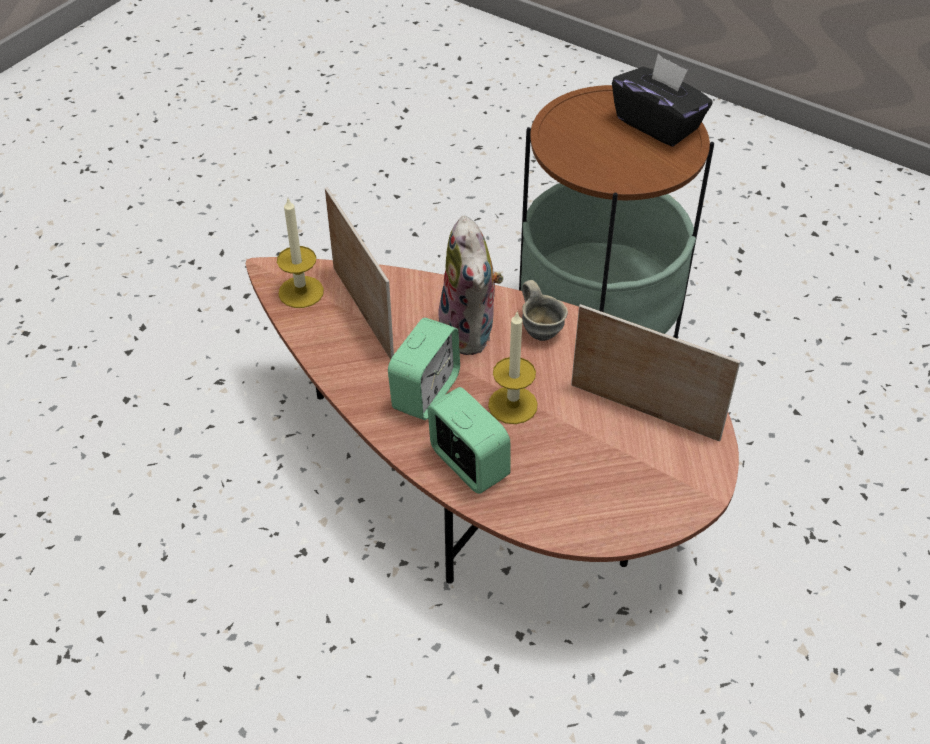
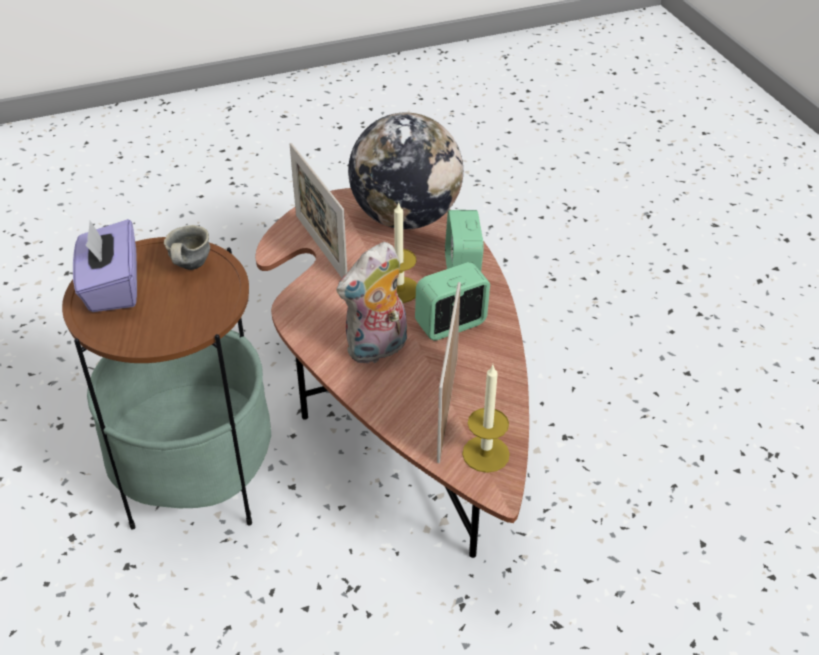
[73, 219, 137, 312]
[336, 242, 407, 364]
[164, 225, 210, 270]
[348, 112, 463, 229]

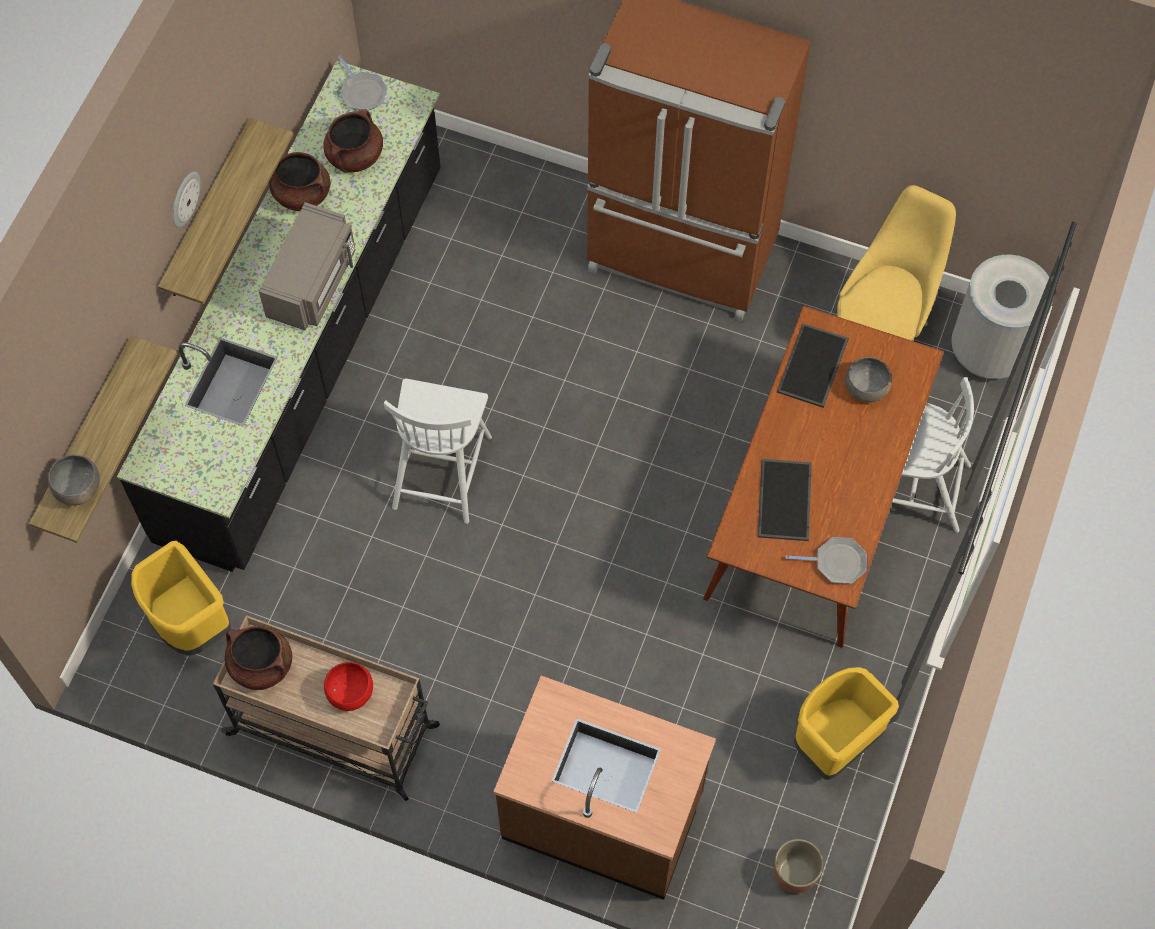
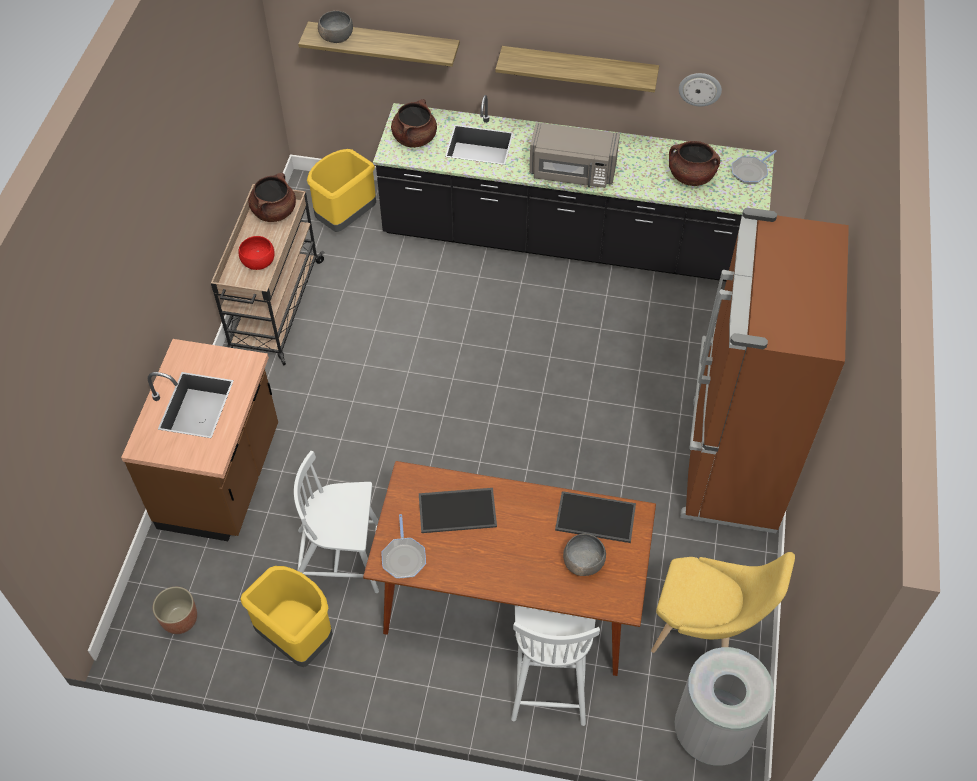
[391, 99, 437, 148]
[679, 73, 722, 106]
[294, 451, 379, 593]

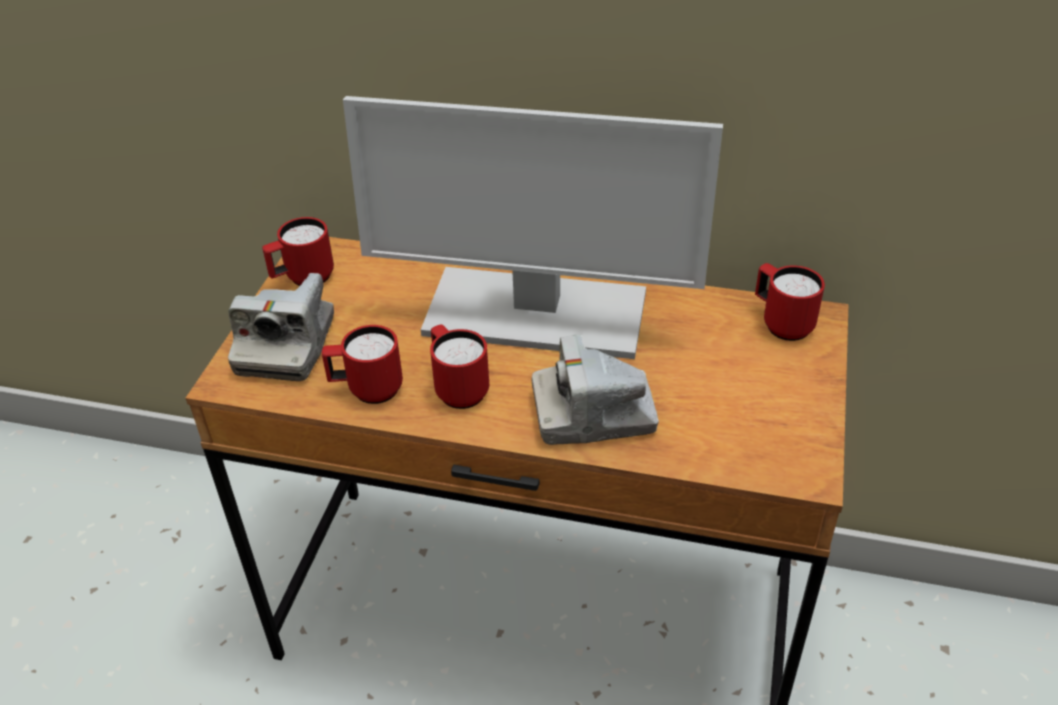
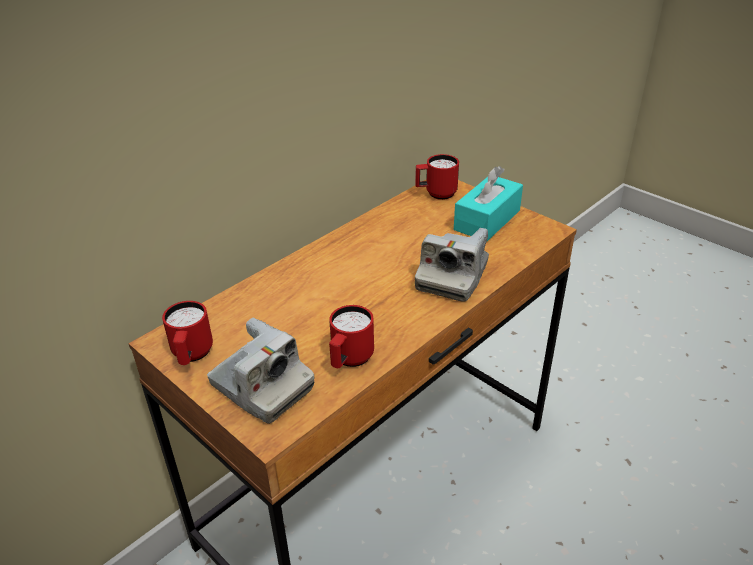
[343, 96, 723, 359] (first image)
[430, 324, 489, 409] (first image)
[454, 166, 523, 241]

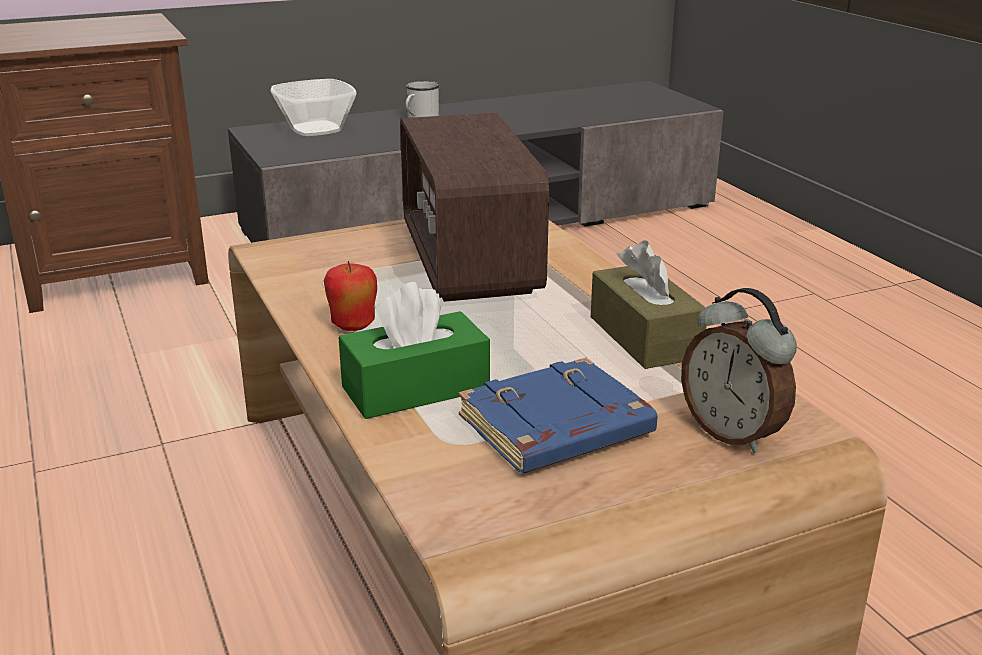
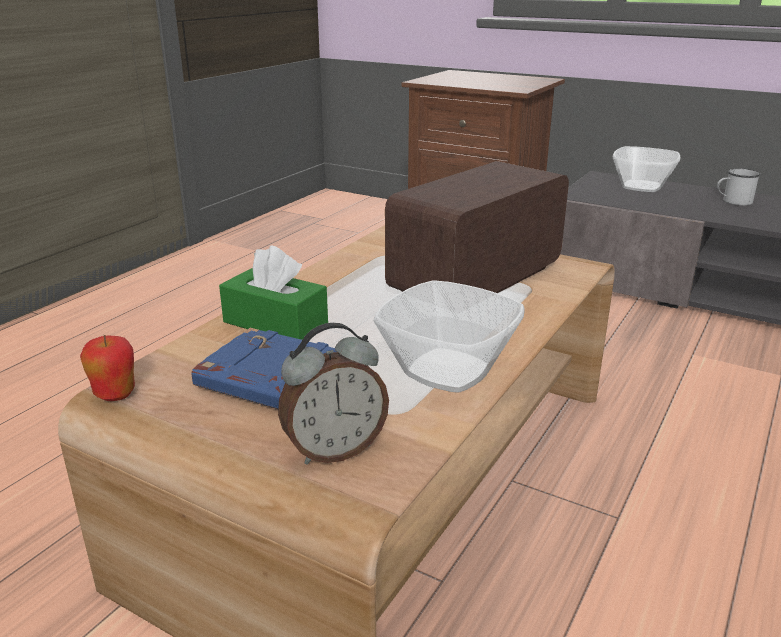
[374, 280, 525, 393]
[80, 335, 135, 401]
[278, 323, 389, 465]

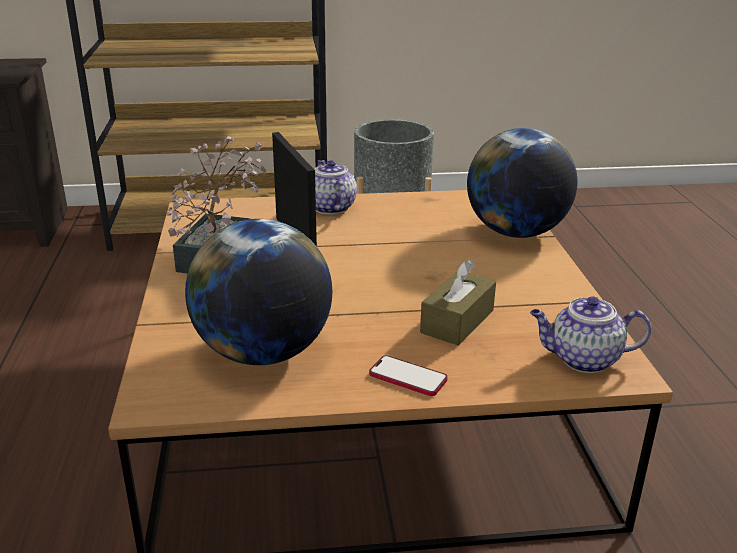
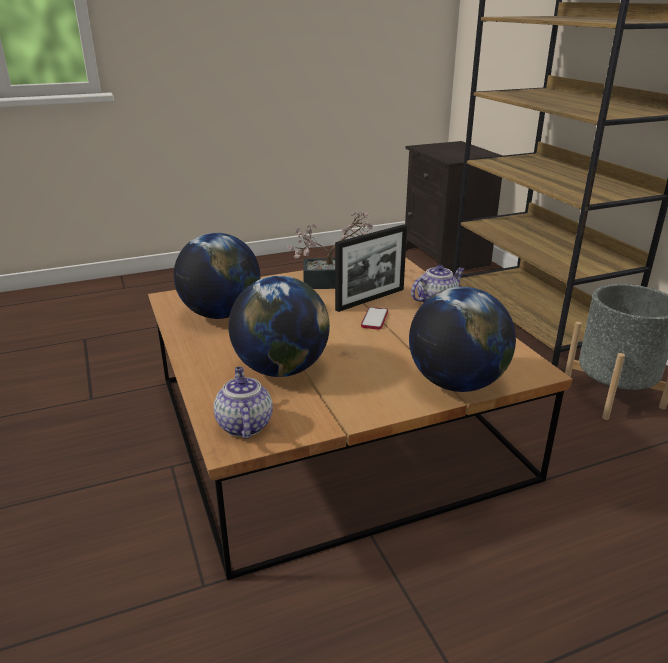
[228, 276, 330, 377]
[361, 307, 388, 330]

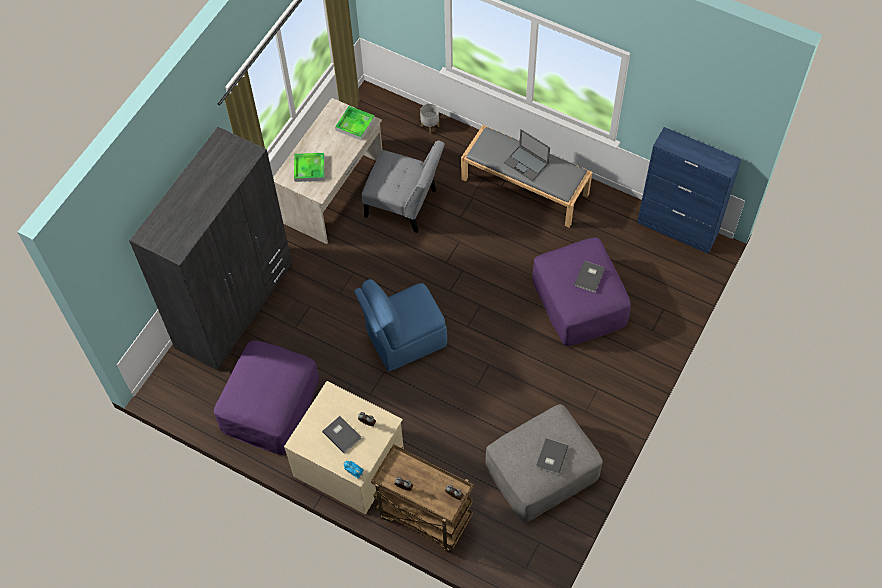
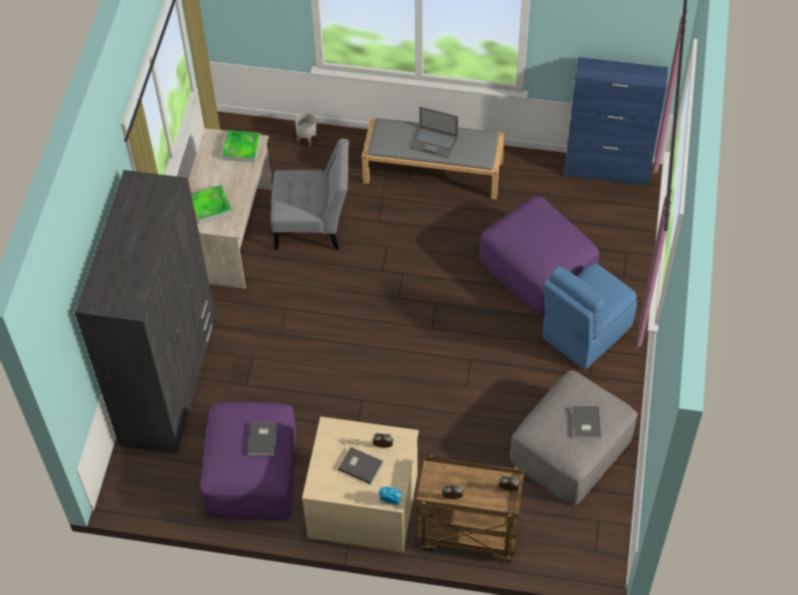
[247, 422, 277, 456]
[543, 263, 637, 370]

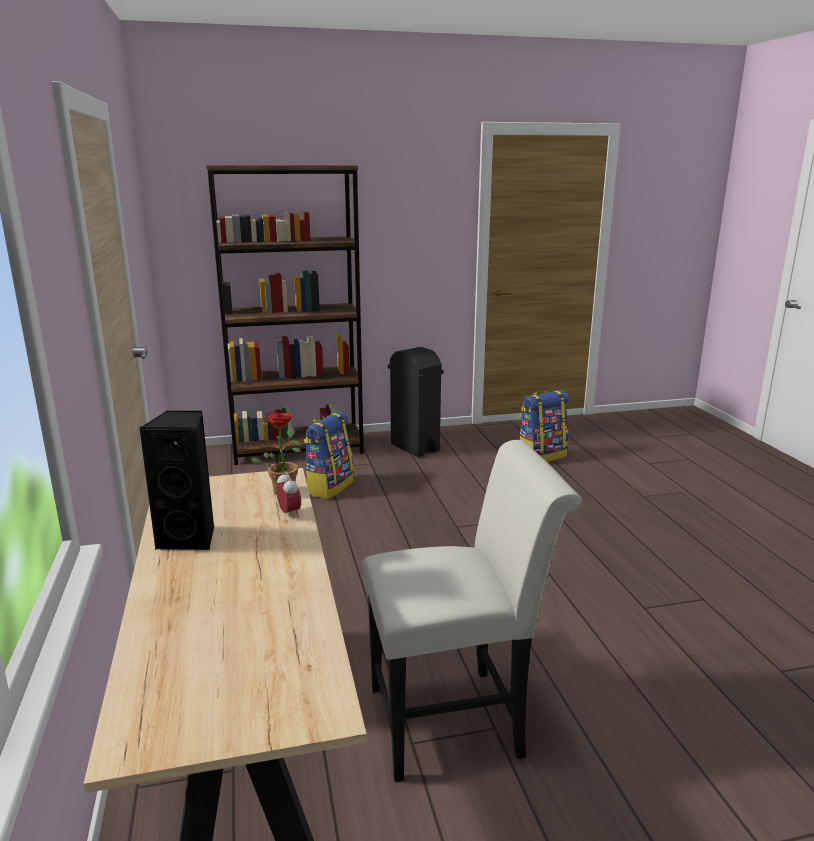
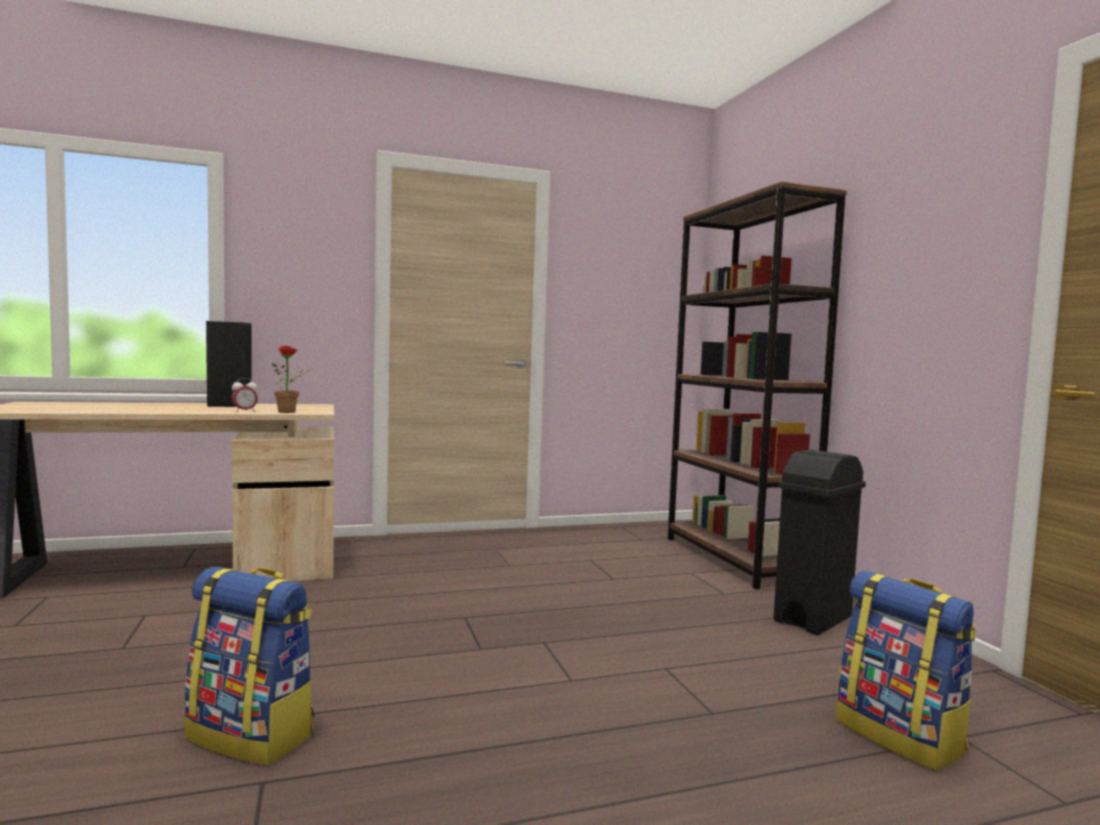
[185, 567, 314, 766]
[362, 440, 582, 782] (first image)

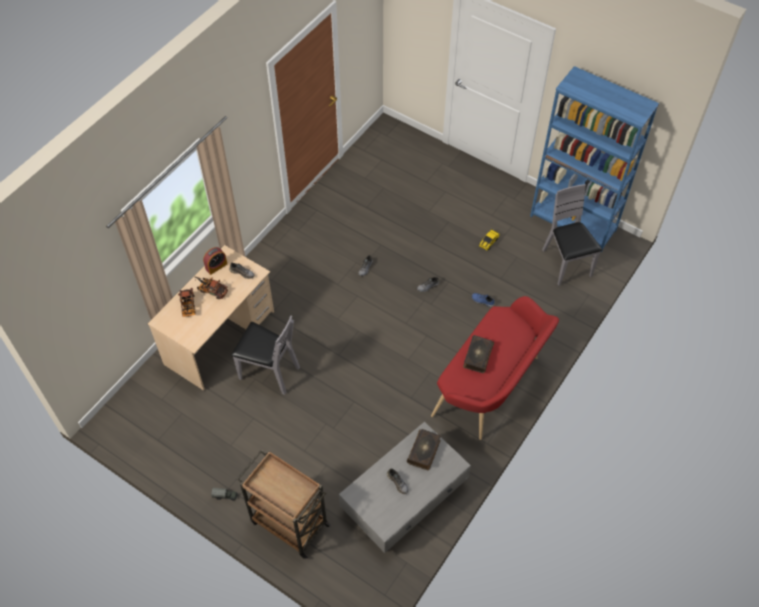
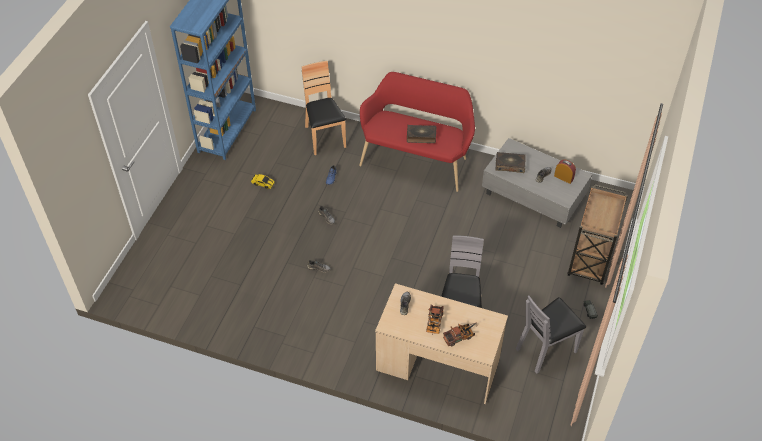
[516, 296, 586, 374]
[554, 159, 576, 184]
[302, 61, 346, 155]

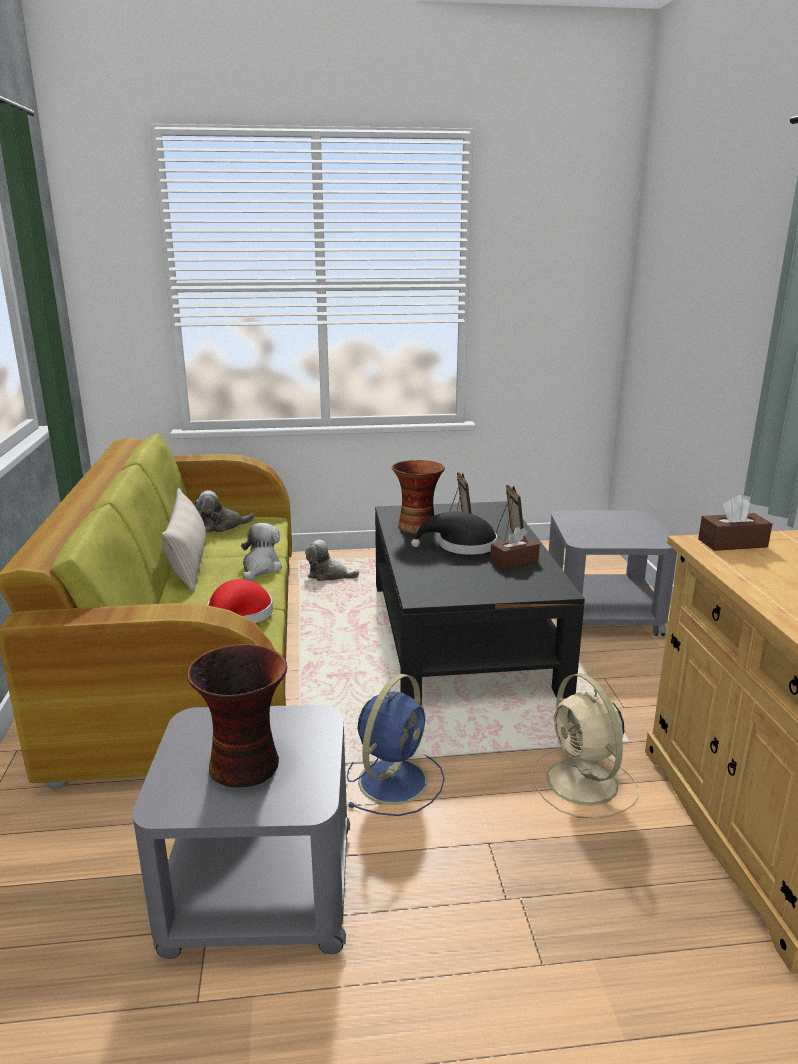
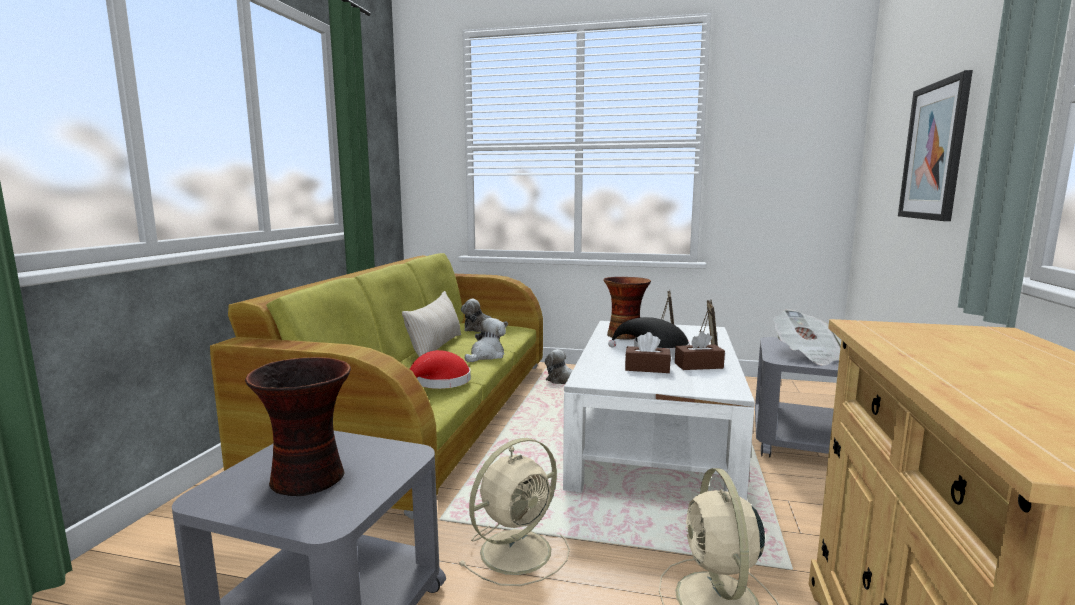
[625, 332, 671, 373]
[563, 321, 755, 501]
[459, 438, 570, 586]
[898, 70, 973, 221]
[773, 309, 841, 366]

